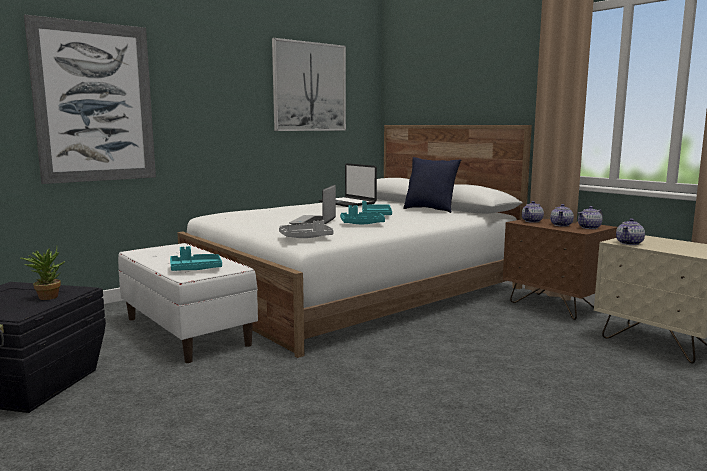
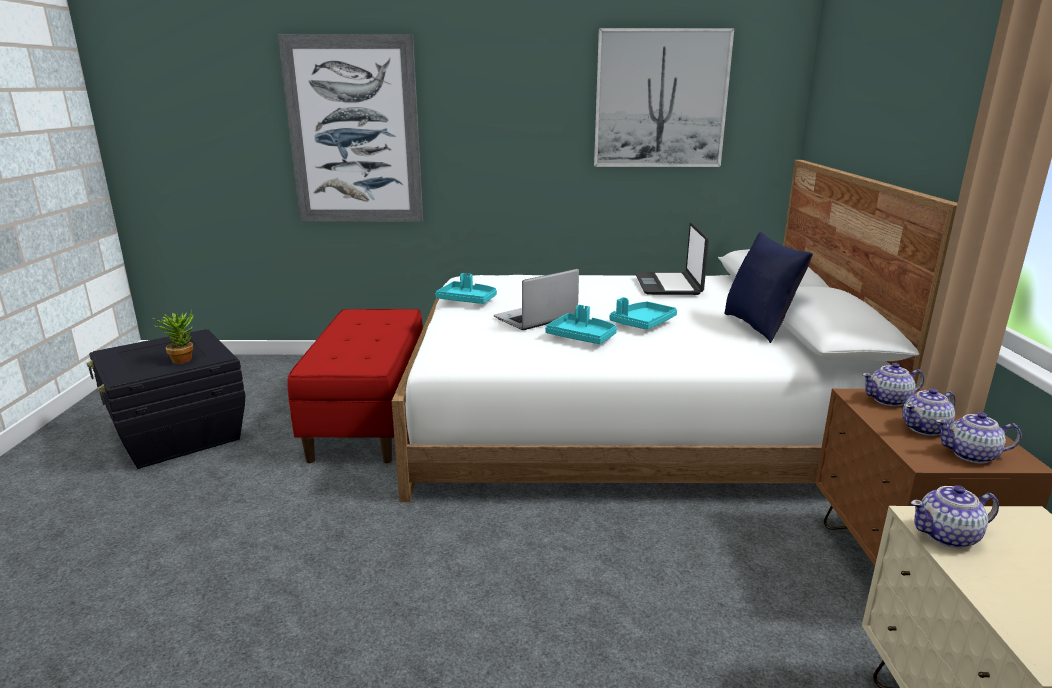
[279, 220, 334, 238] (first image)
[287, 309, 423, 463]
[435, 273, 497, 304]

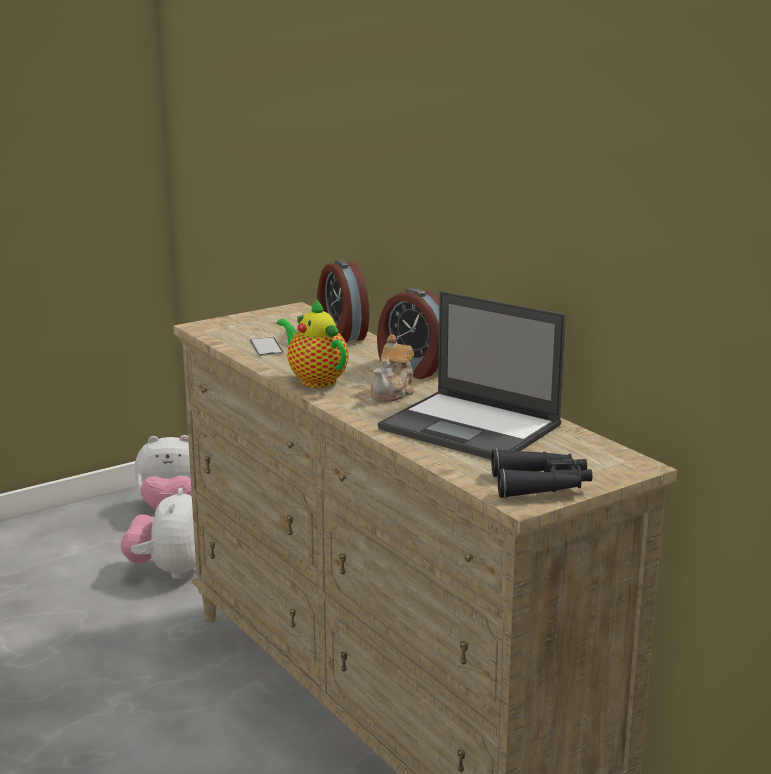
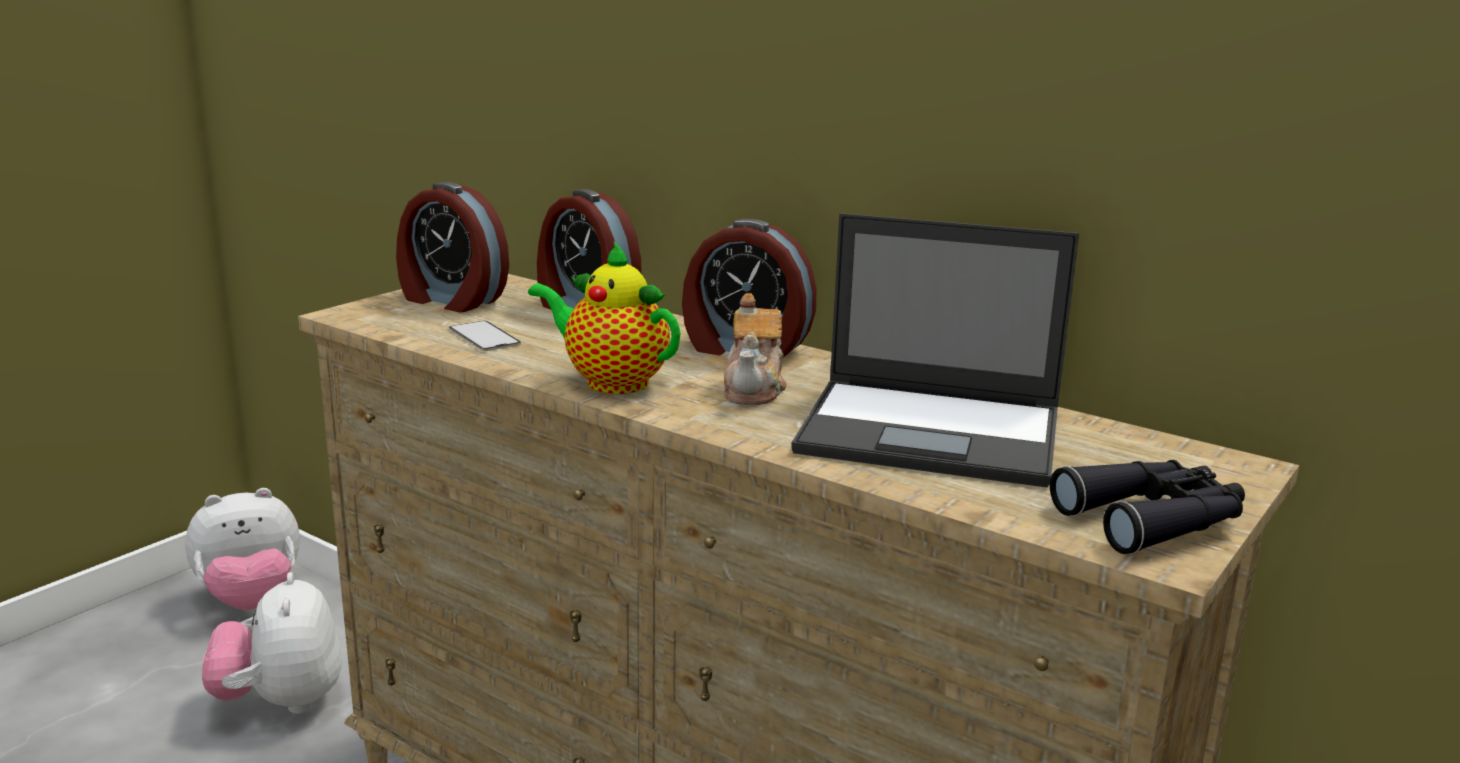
[396, 182, 509, 313]

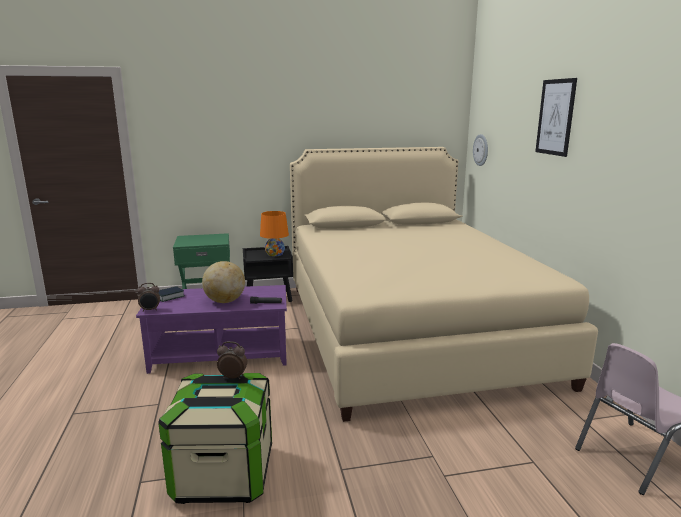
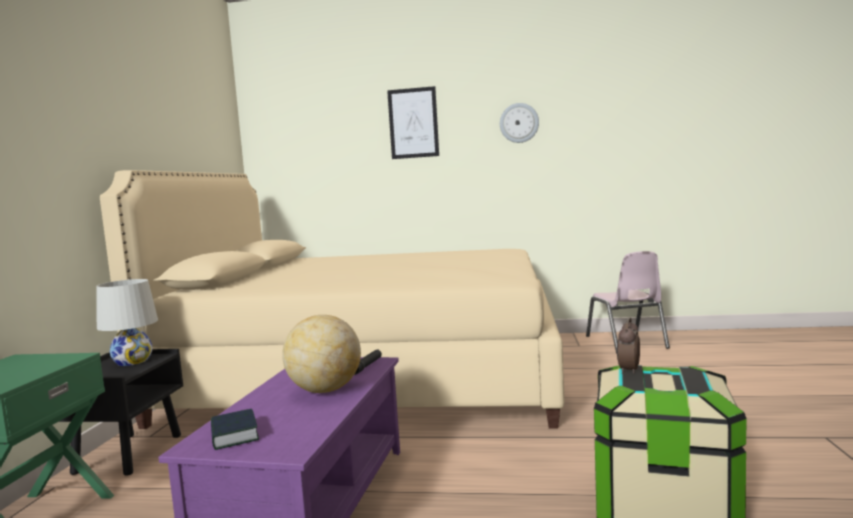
[500, 103, 539, 143]
[96, 279, 158, 366]
[137, 283, 160, 312] (first image)

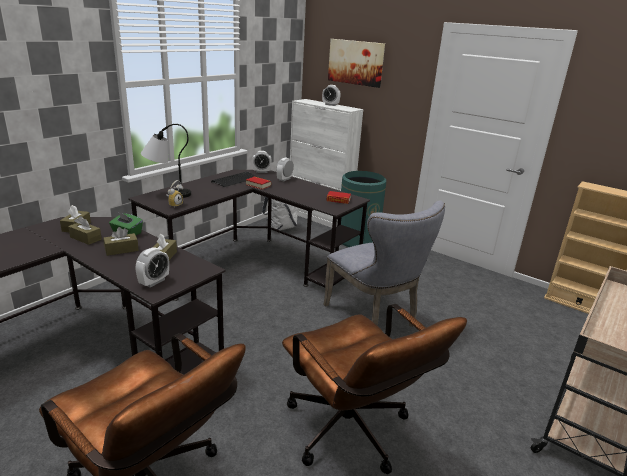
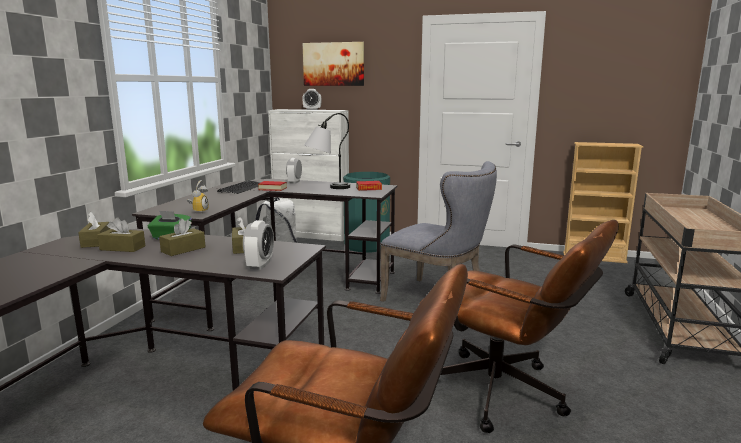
[304, 113, 350, 189]
[252, 151, 272, 173] (first image)

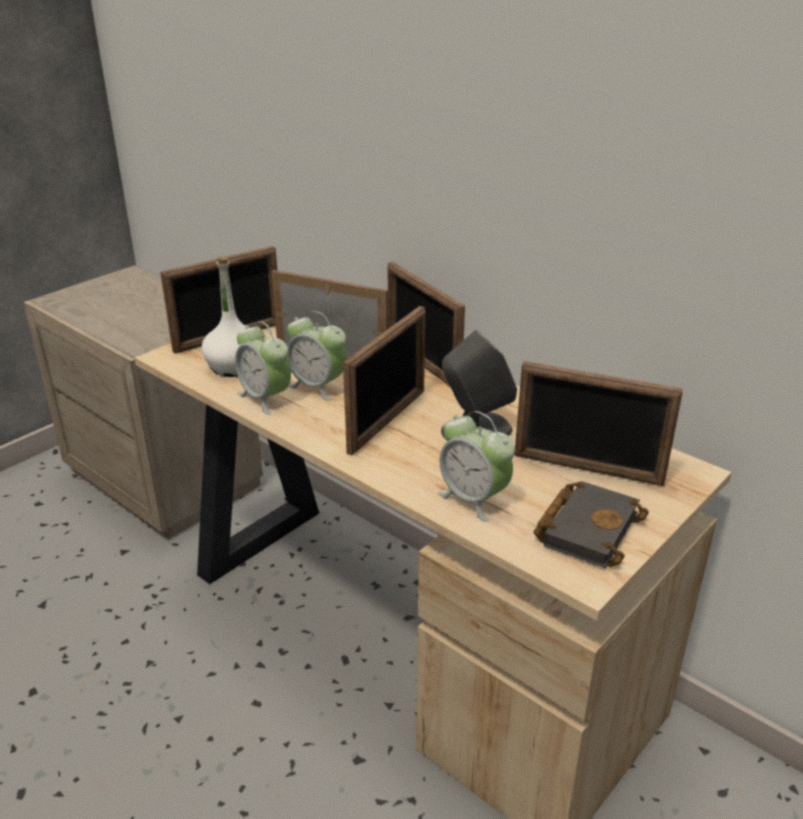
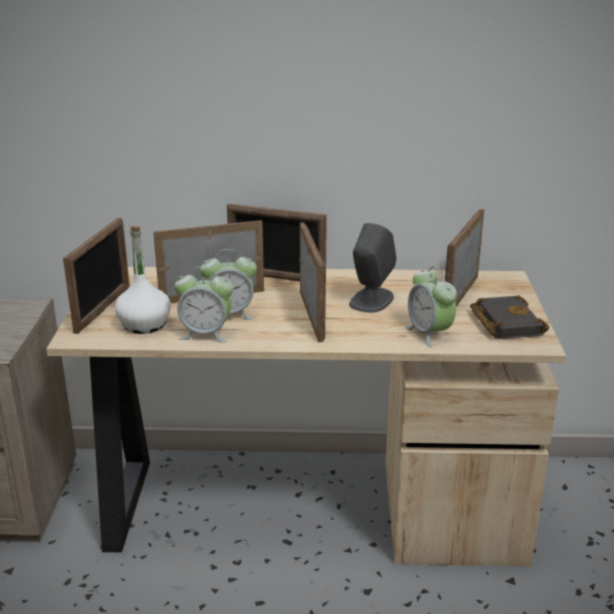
[445, 209, 484, 307]
[405, 266, 457, 348]

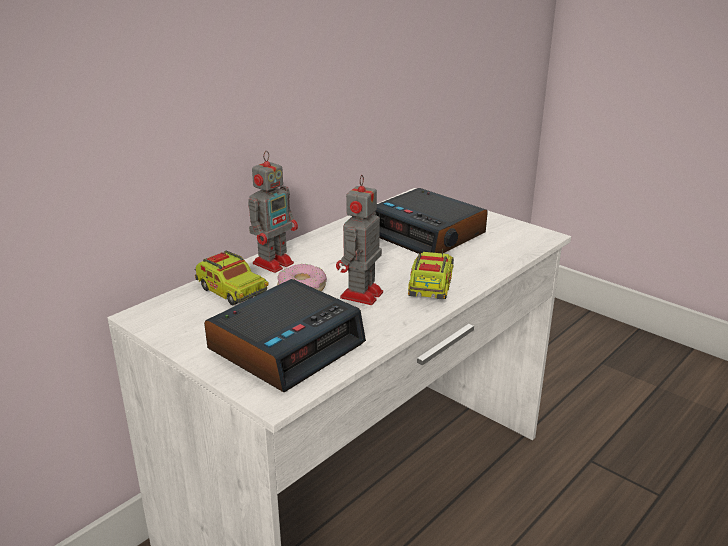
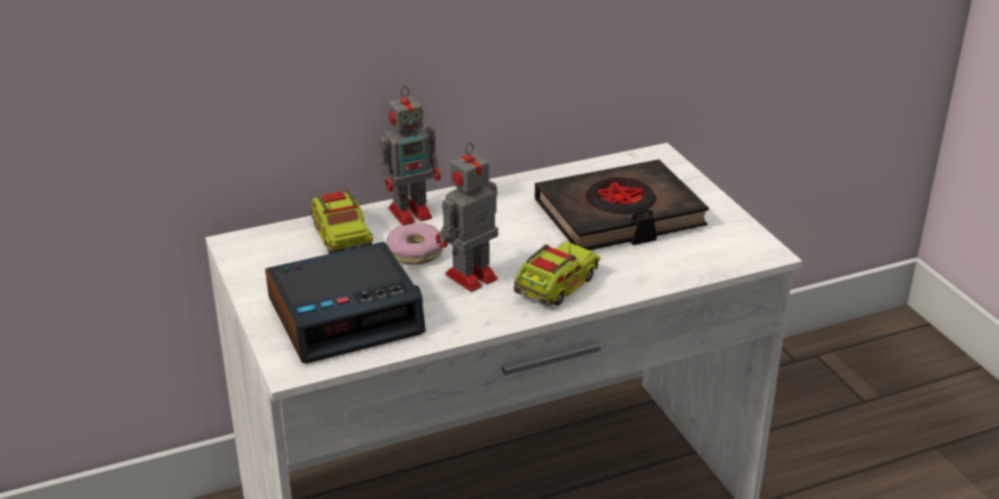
[535, 159, 709, 250]

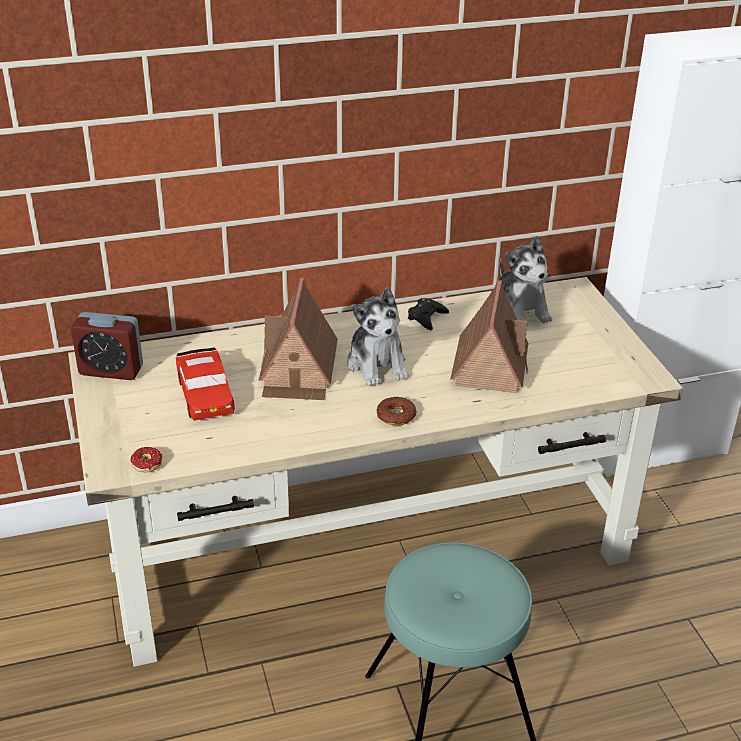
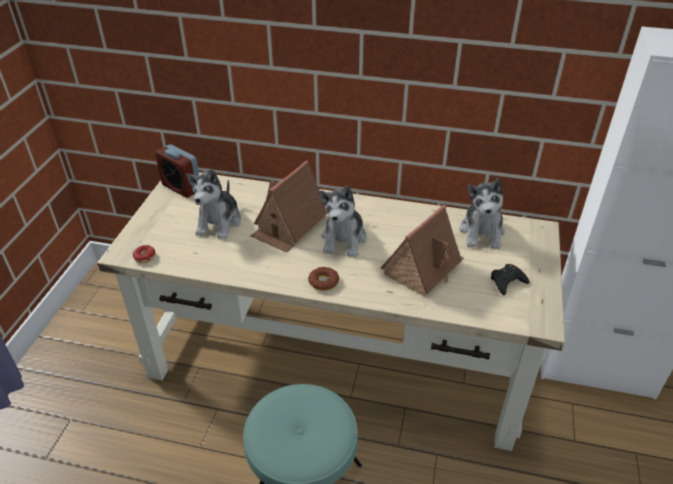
[491, 264, 530, 295]
[186, 169, 241, 239]

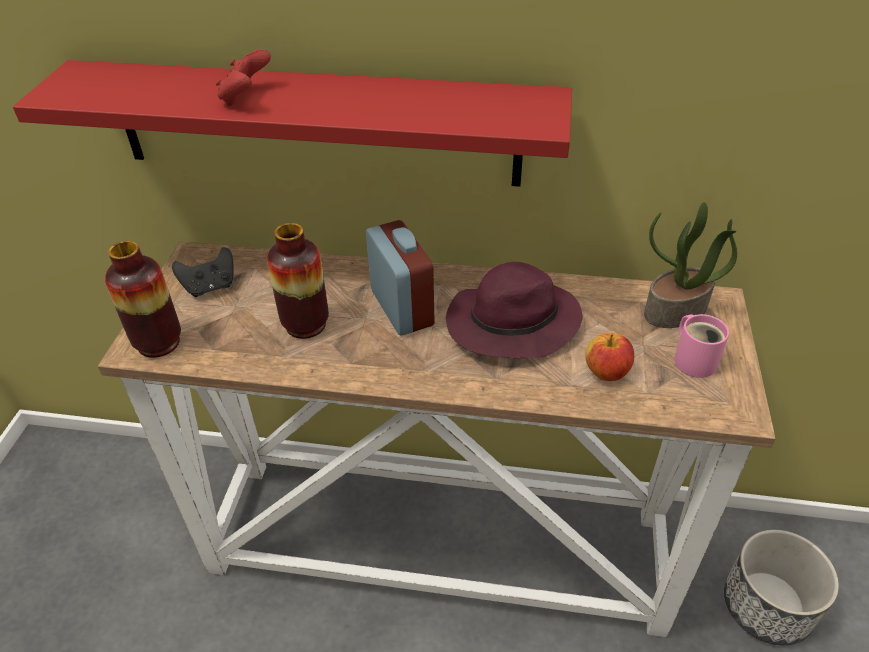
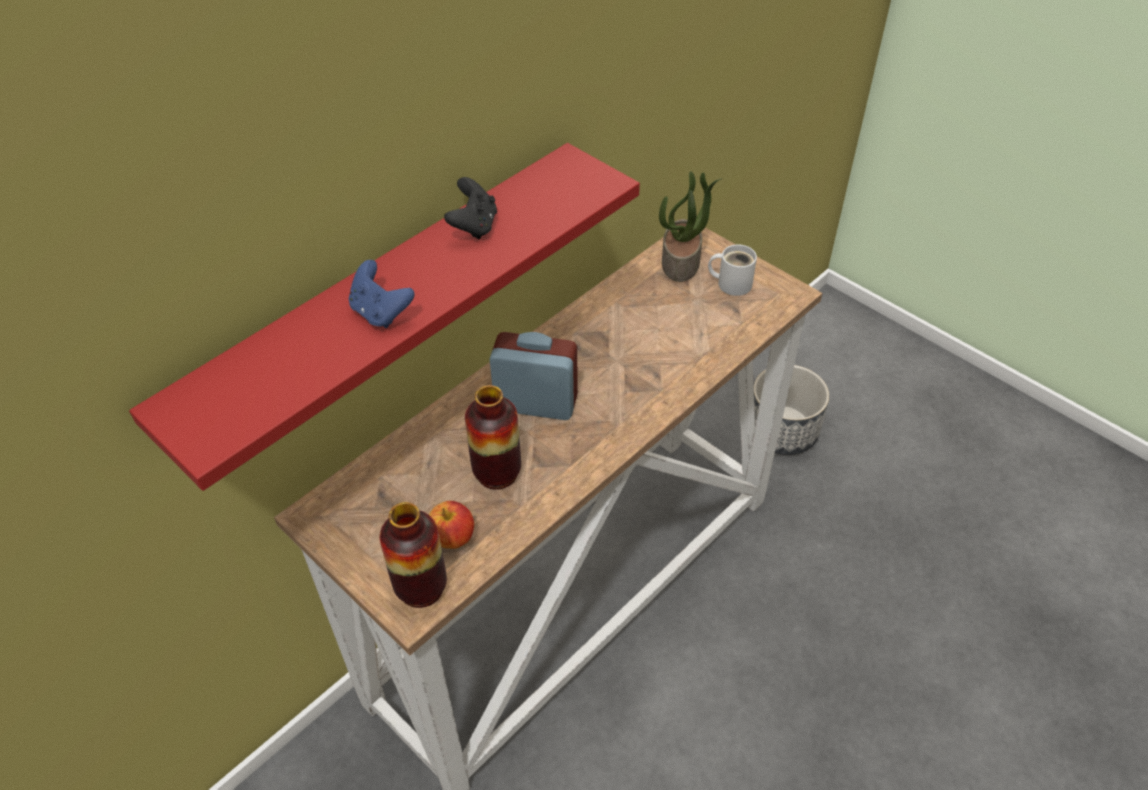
[349, 260, 415, 328]
[444, 177, 497, 239]
[446, 262, 582, 358] (first image)
[708, 245, 757, 296]
[429, 501, 474, 549]

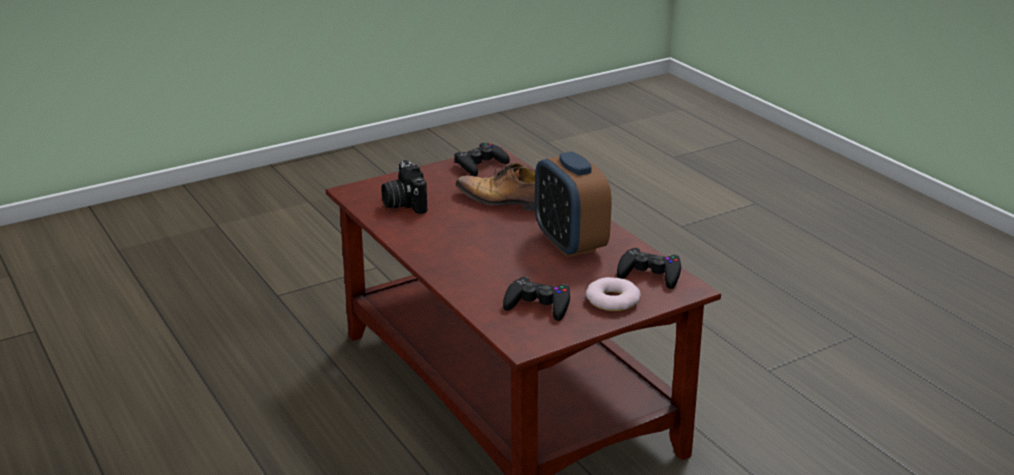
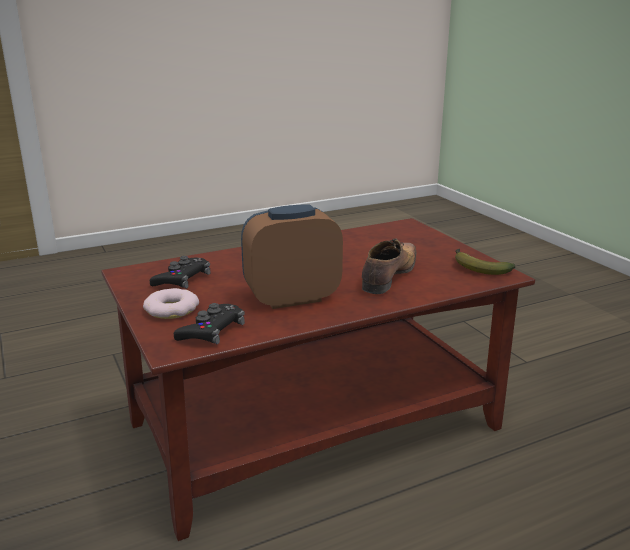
[455, 249, 515, 275]
[381, 160, 428, 214] (first image)

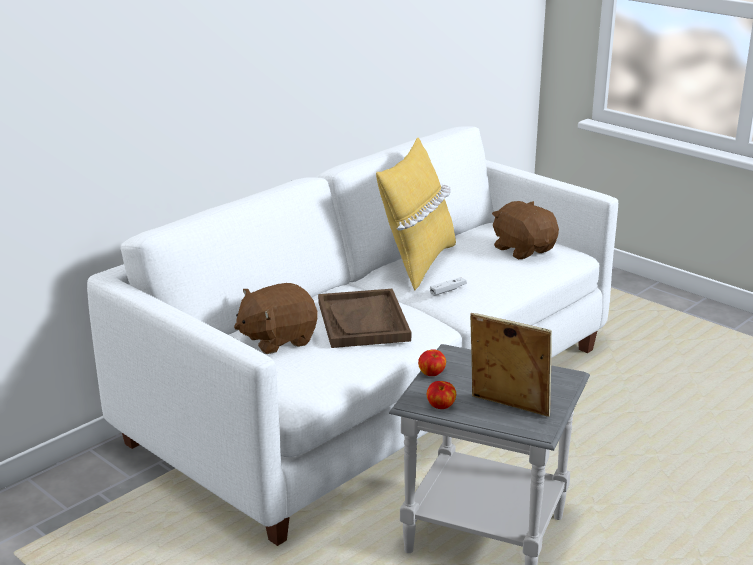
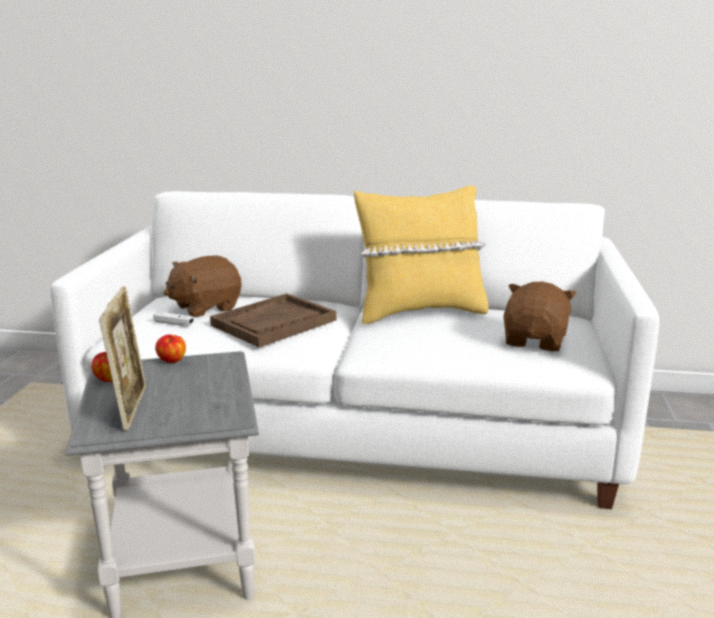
[153, 312, 194, 326]
[164, 256, 241, 317]

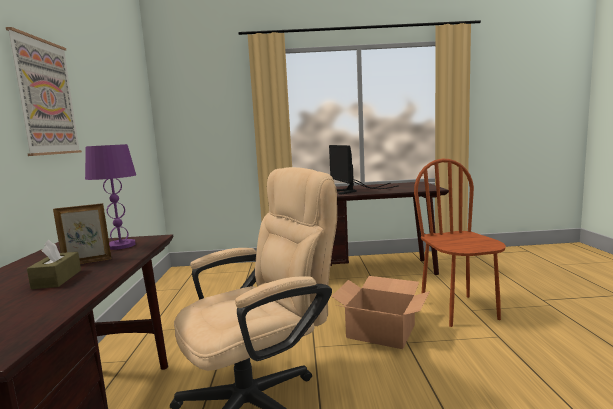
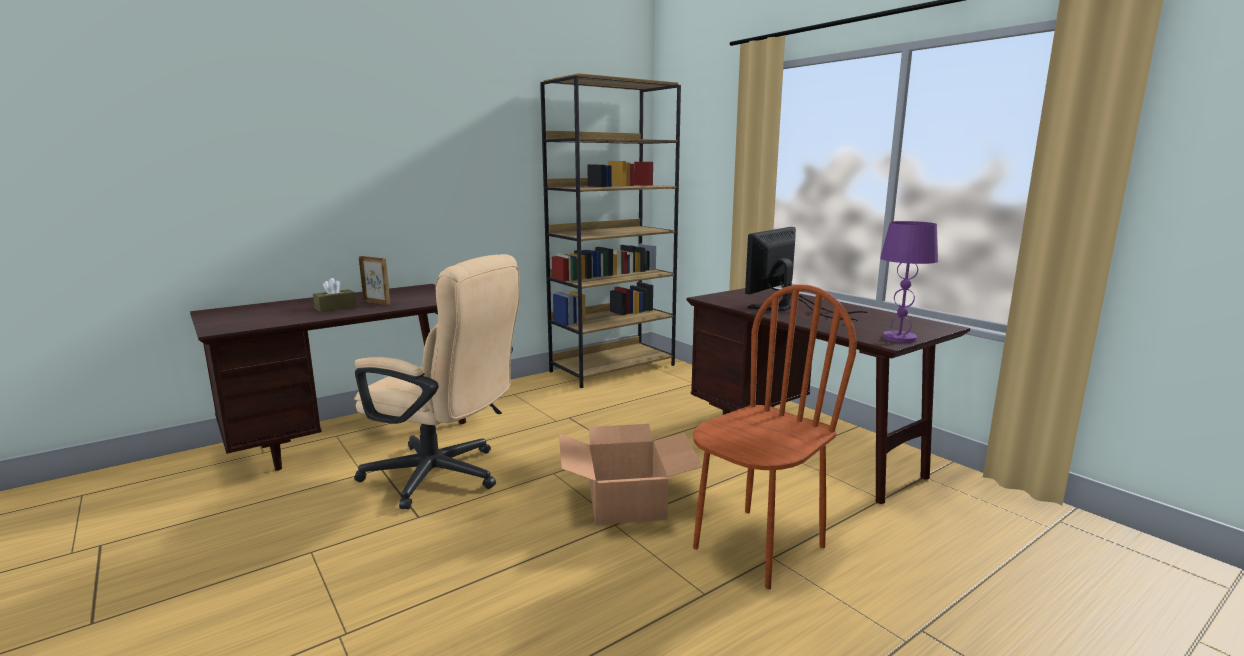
[6, 27, 82, 156] (first image)
[880, 221, 938, 343]
[540, 73, 681, 388]

